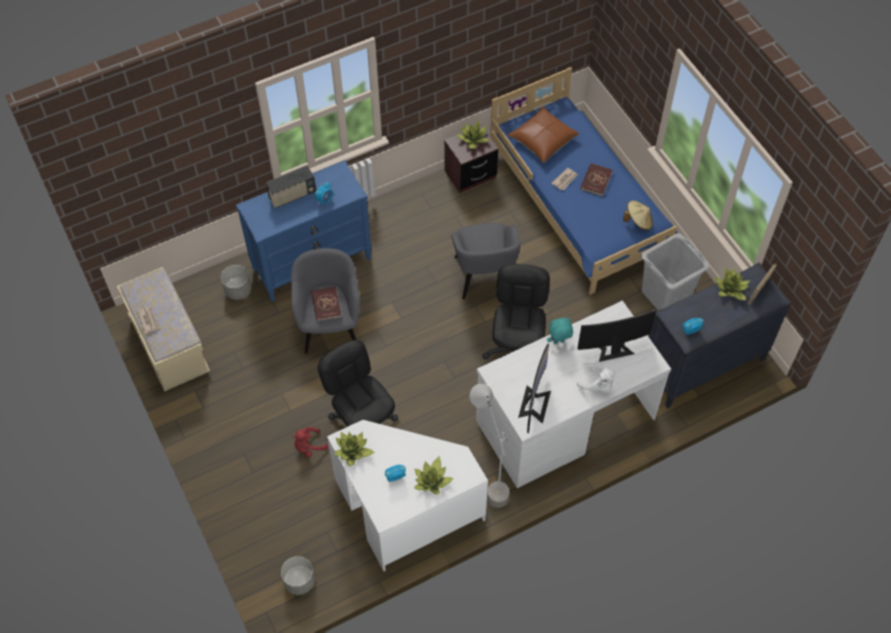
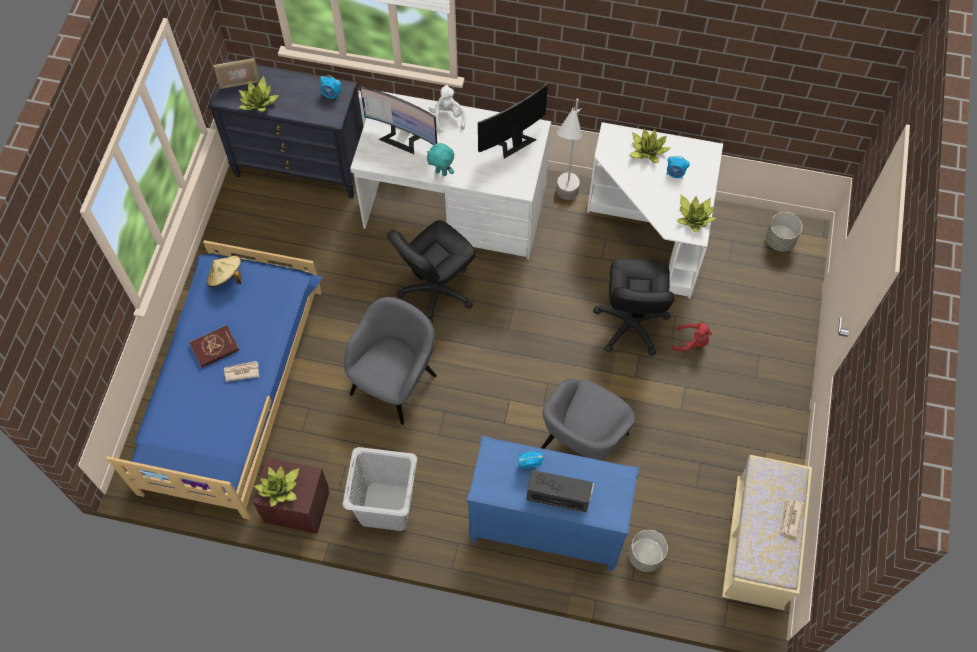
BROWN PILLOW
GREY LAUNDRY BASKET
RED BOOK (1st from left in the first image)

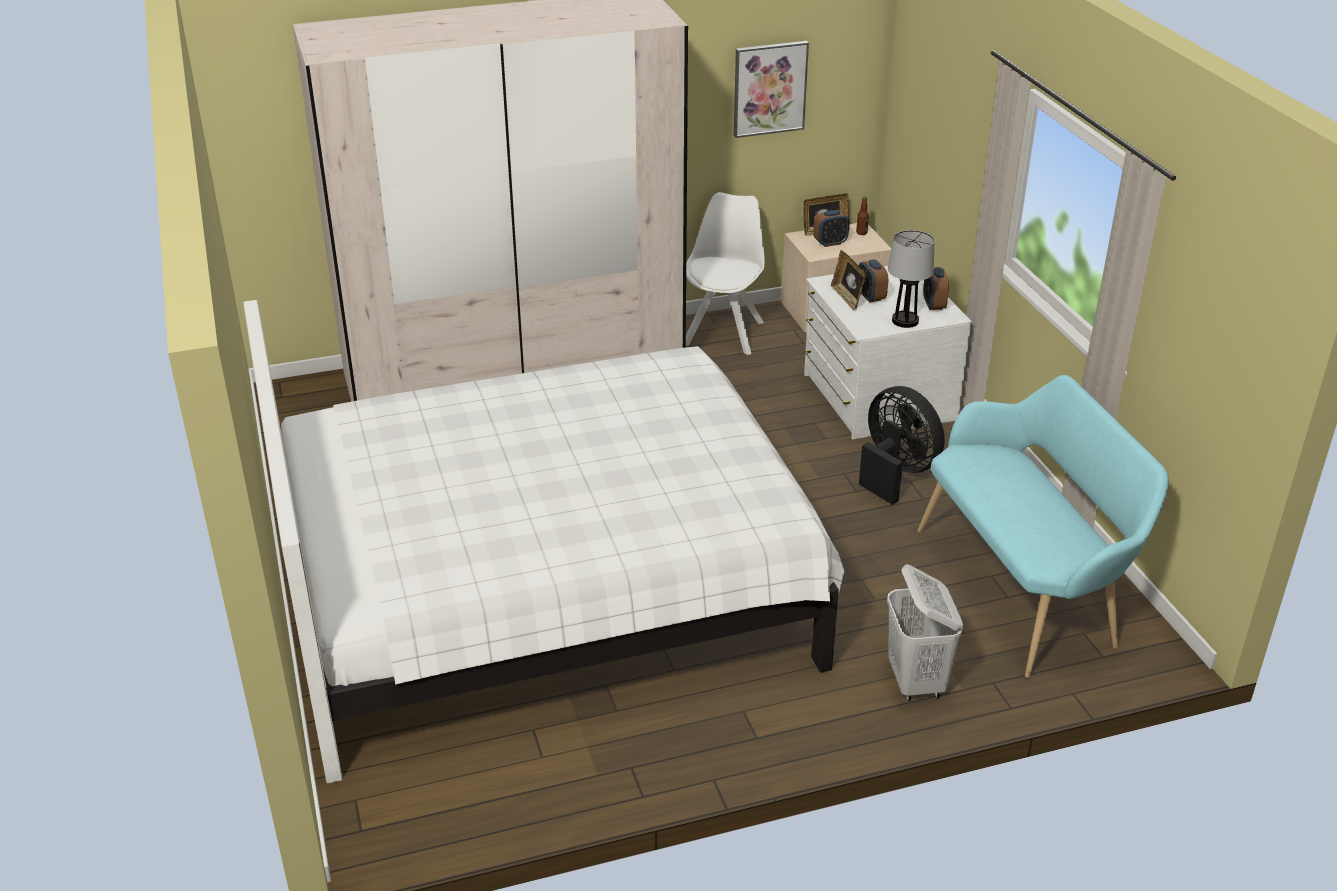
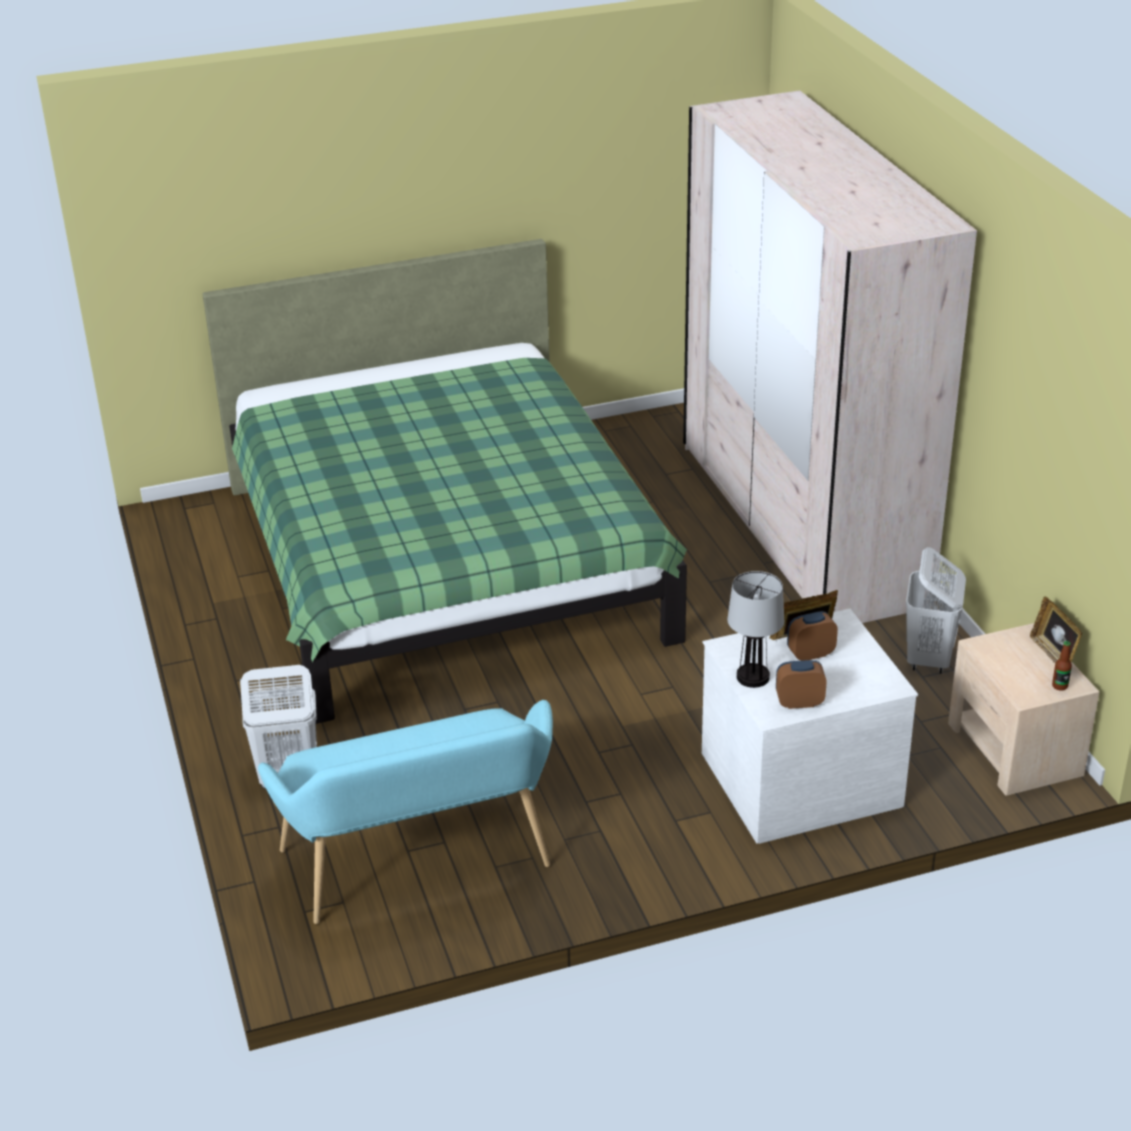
PICTURE
WHITE LAUNDRY BASKET (2nd from left)
ALARM CLOCK (1st from left in the first image)
GREEN BED
BLACK FAN

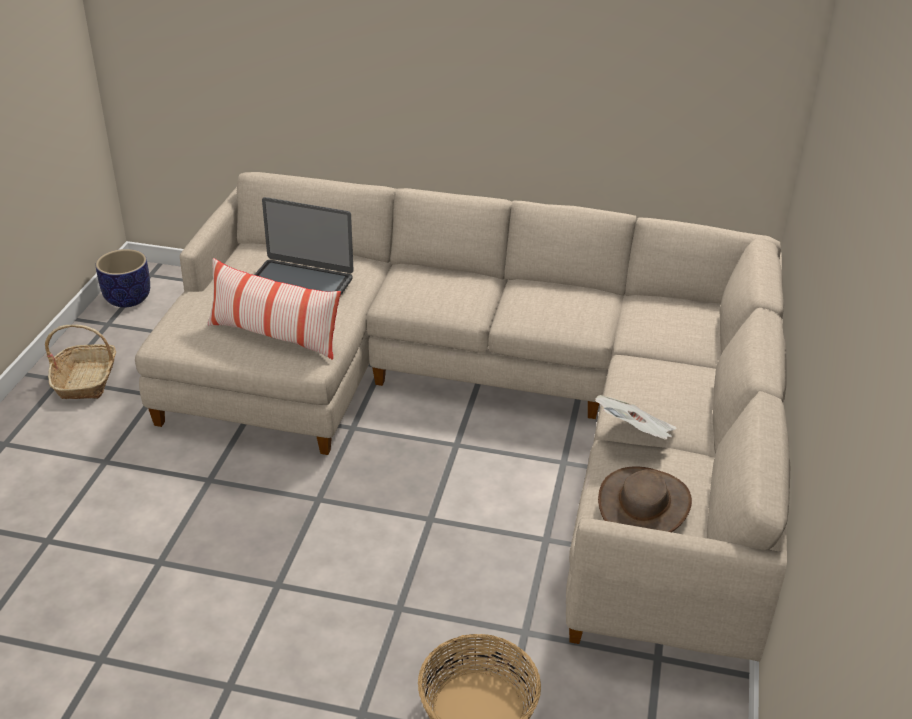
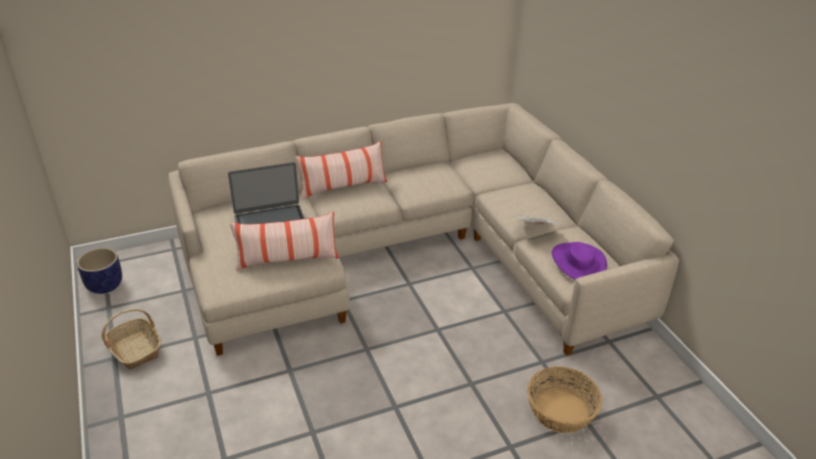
PURPLE HAT
PILLOW (2nd from left)

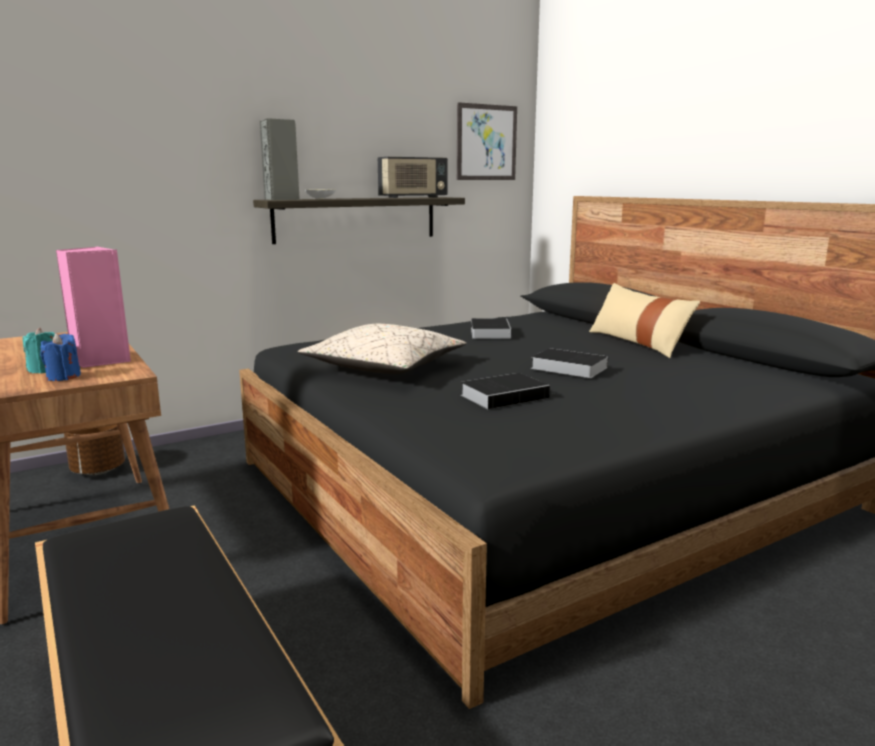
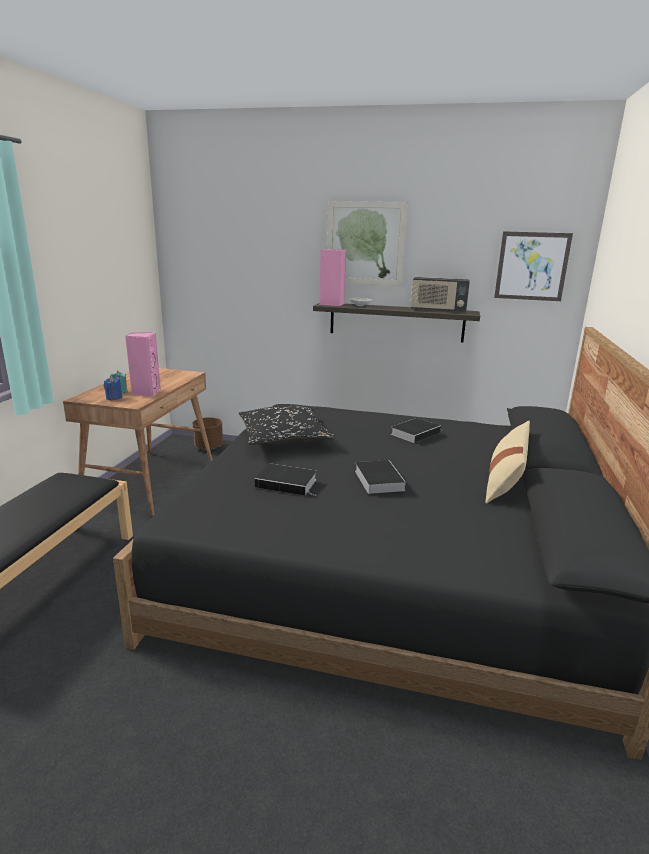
PINK SPEAKER (2nd from left)
BLACK PILLOW
PICTURE (1st from left)

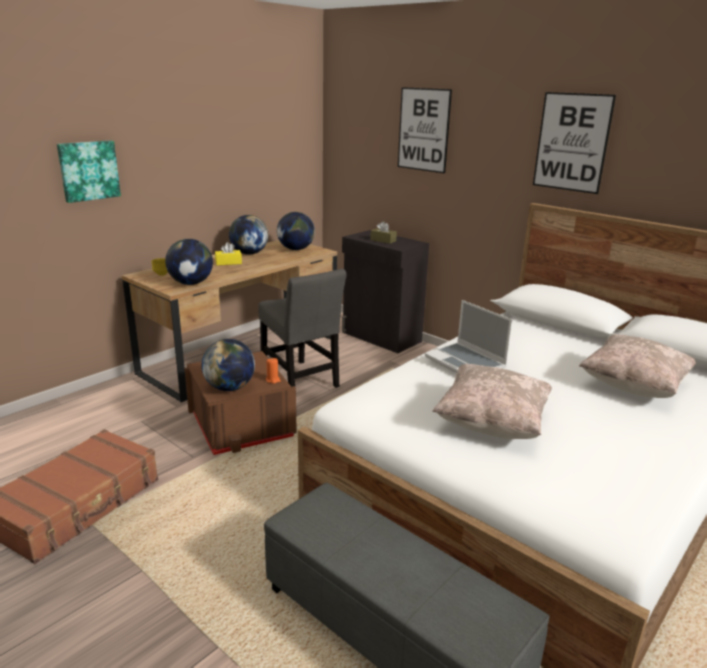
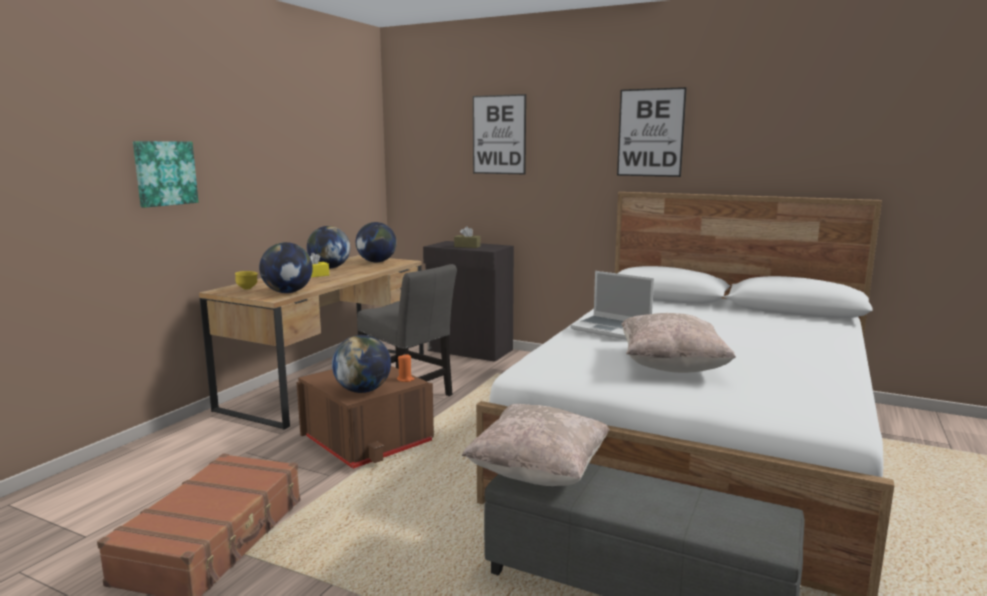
BEIGE PILLOW (1st from left)

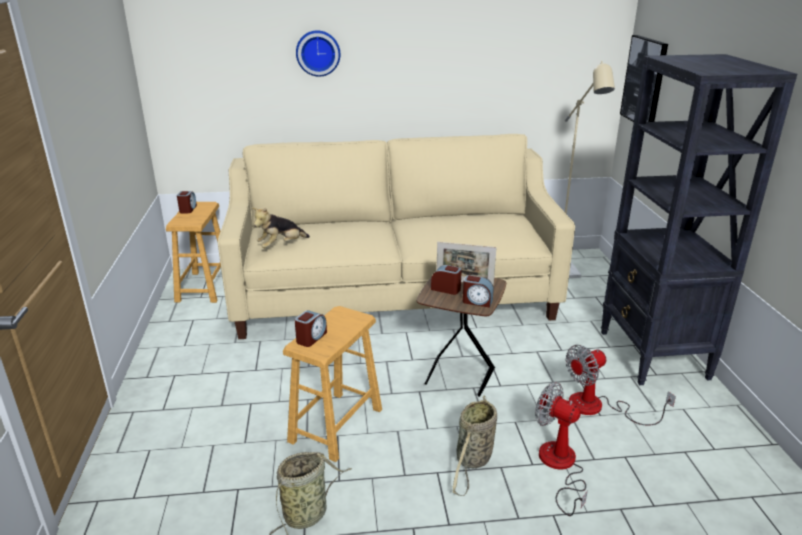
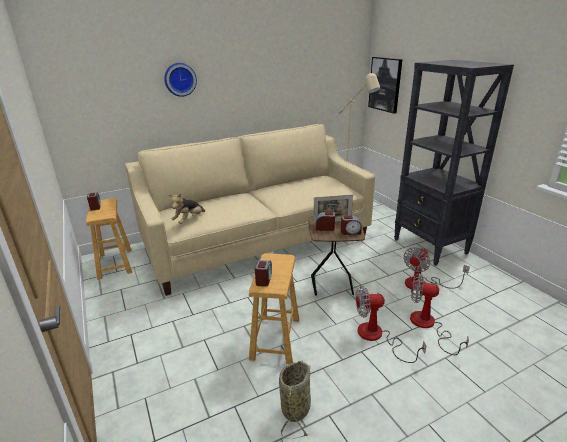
FAN (1st from left)

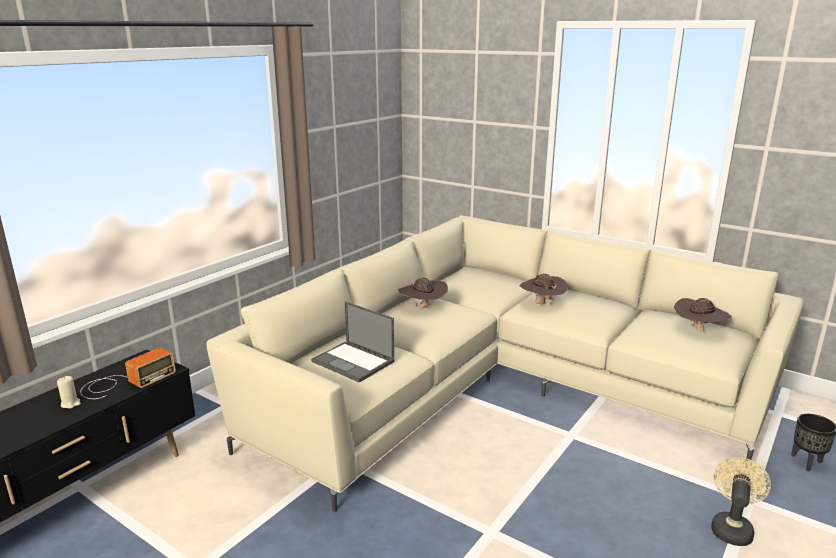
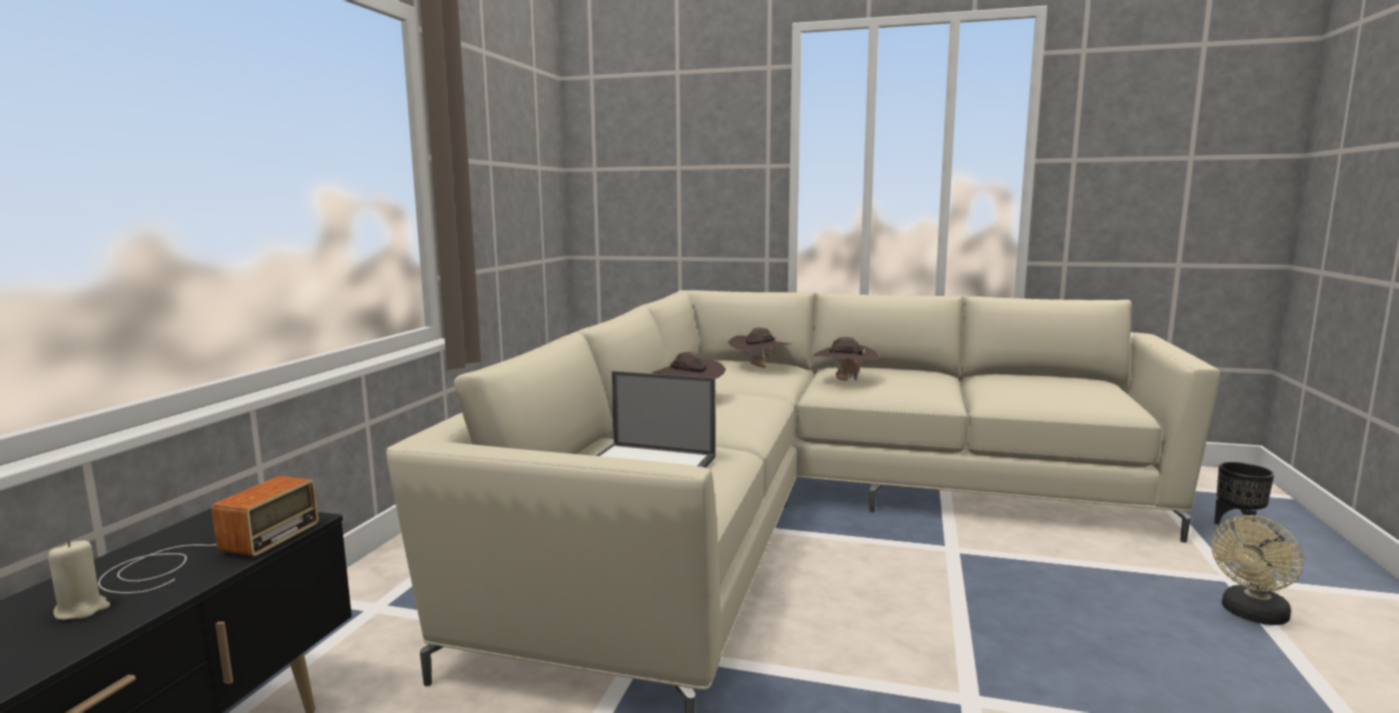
BROWN HAT (2nd from left)
BEIGE FAN

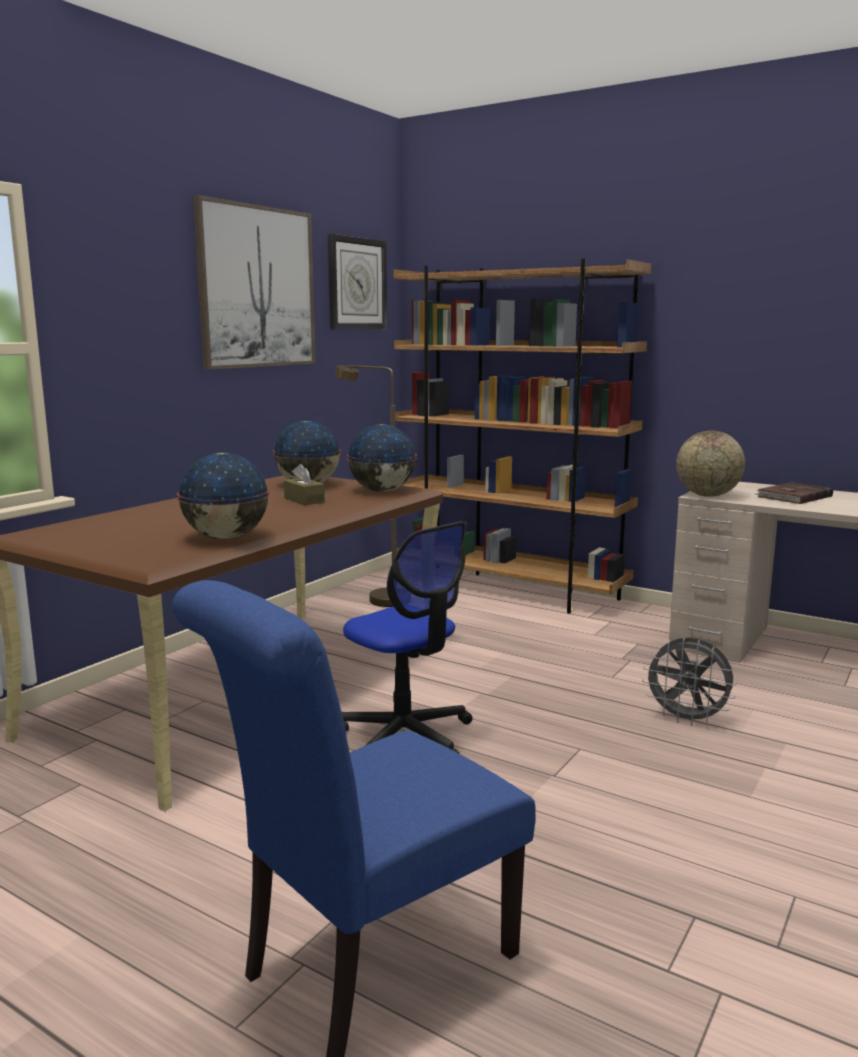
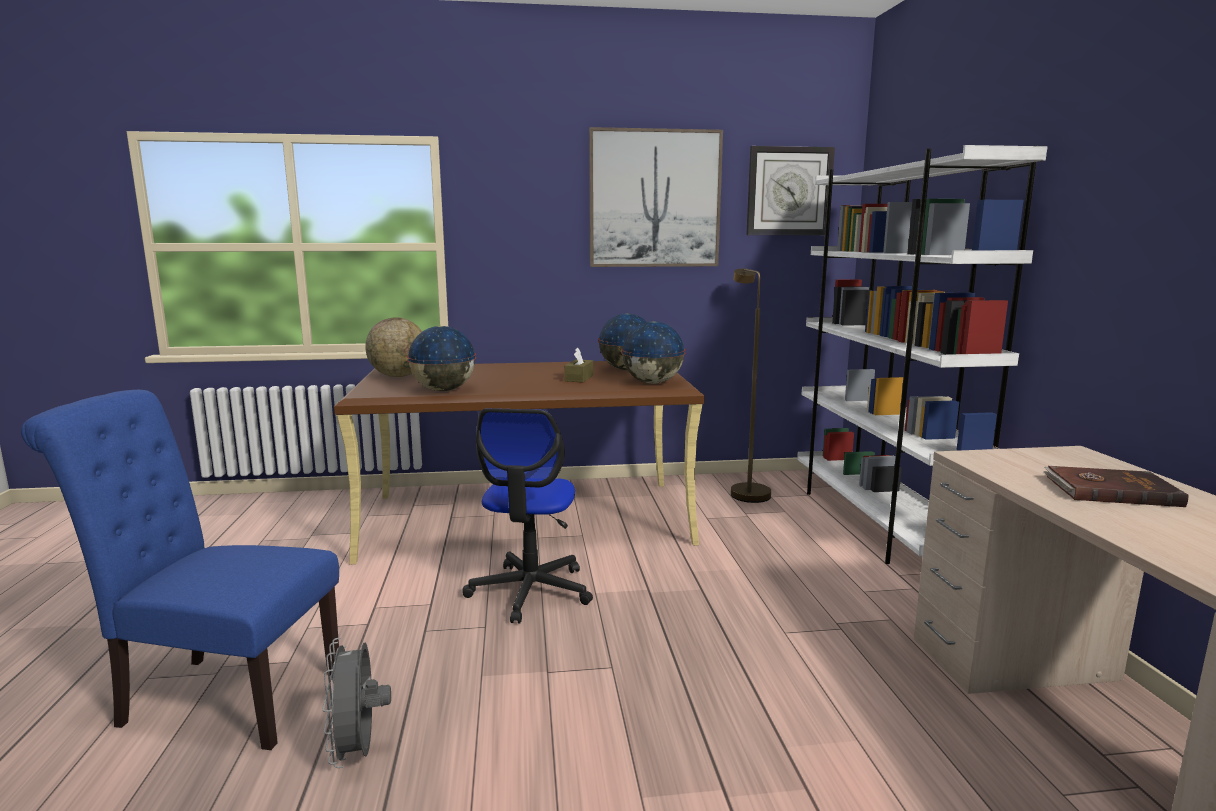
WHITE BOOKCASE
GLOBE (1st from left)
GREY FAN

